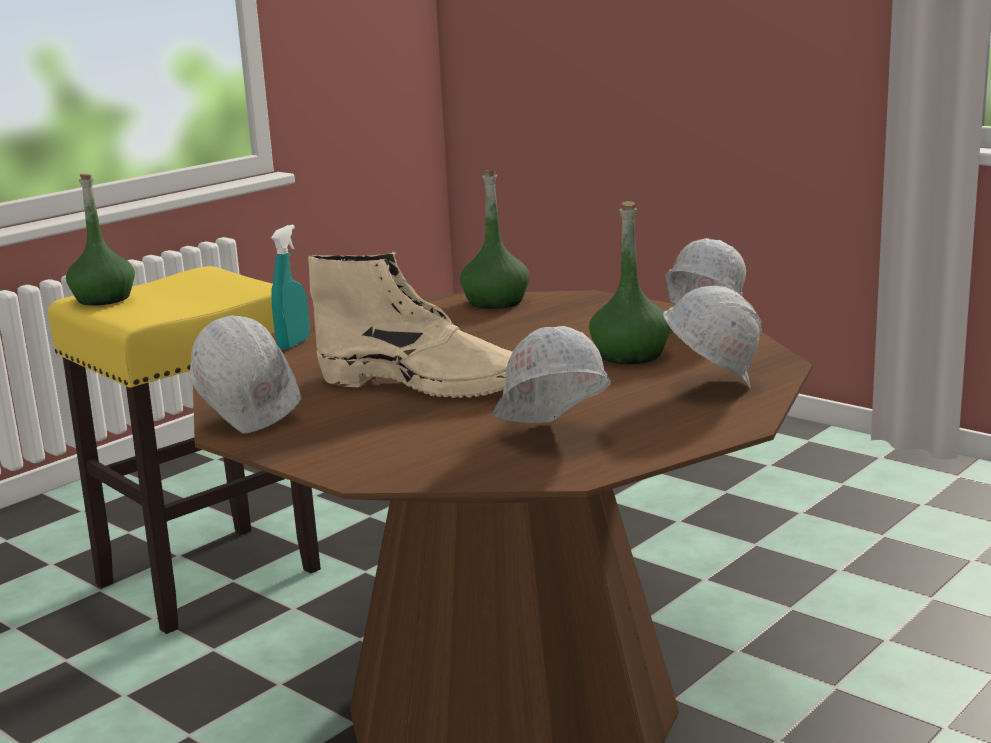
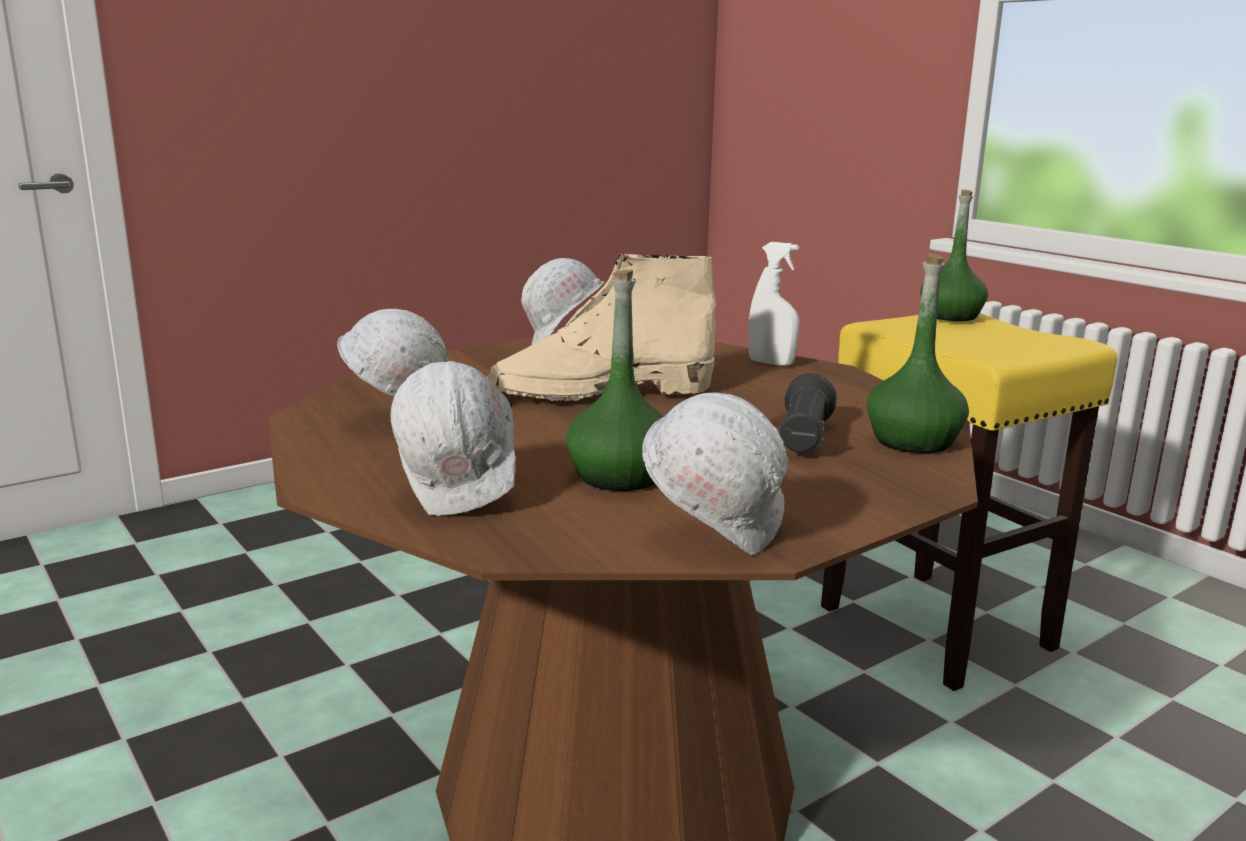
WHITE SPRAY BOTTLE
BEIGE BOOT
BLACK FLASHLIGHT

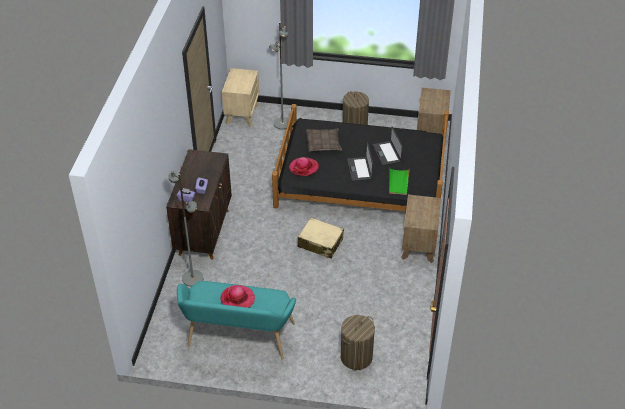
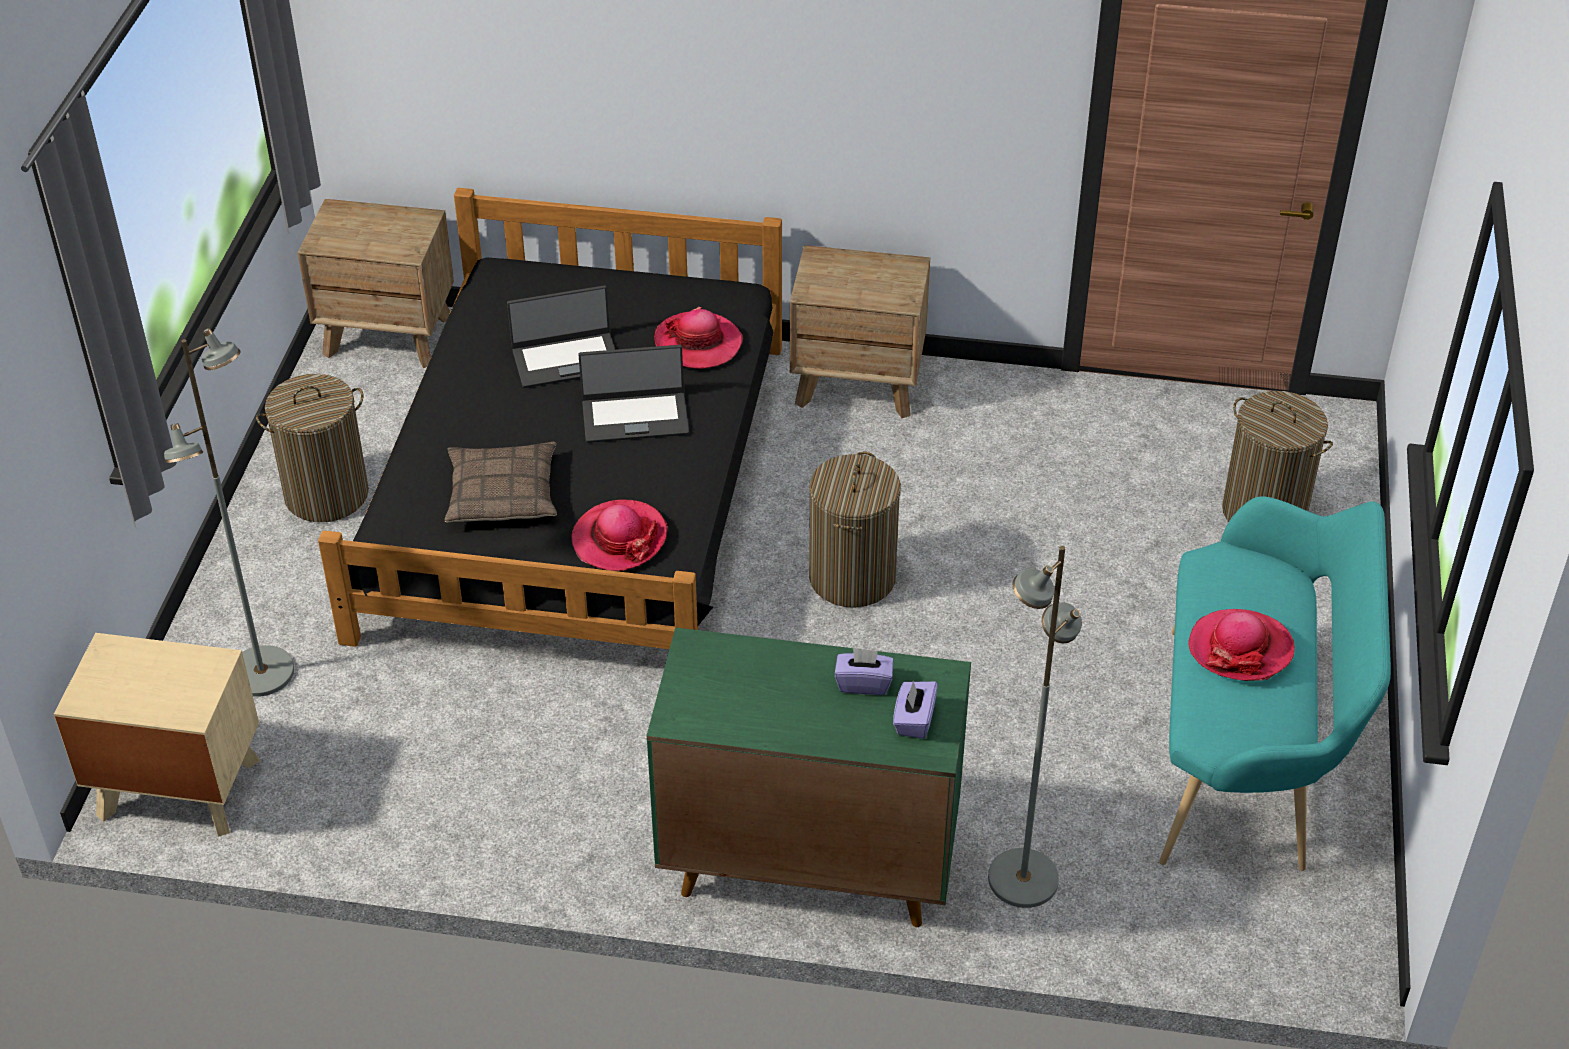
GREEN CABINET
HAT (2nd from left)
LAUNDRY BASKET (2nd from left)

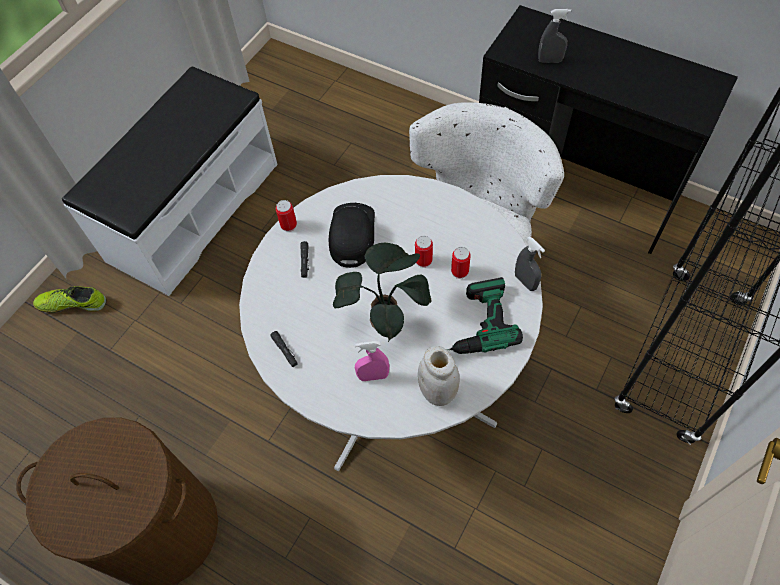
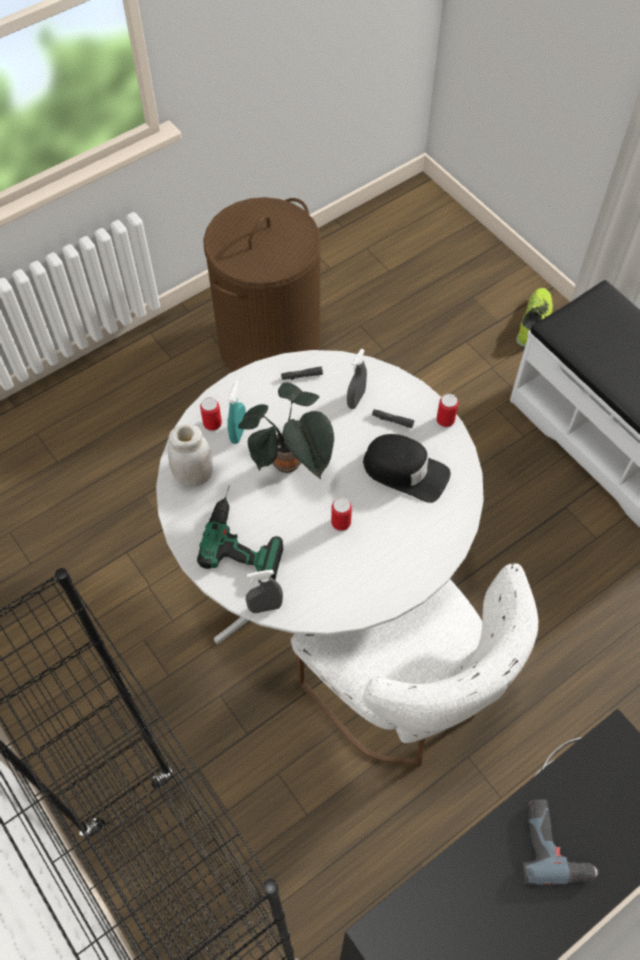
GREY SPRAY BOTTLE (2nd from left)
CAN (1st from left)
TURQUOISE SPRAY BOTTLE
POWER DRILL (2nd from left)

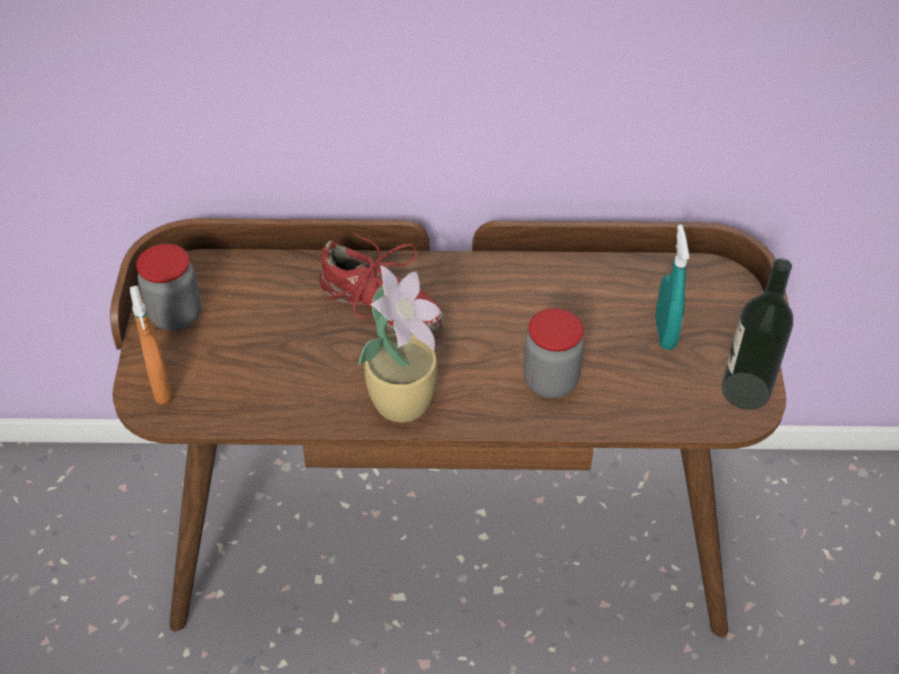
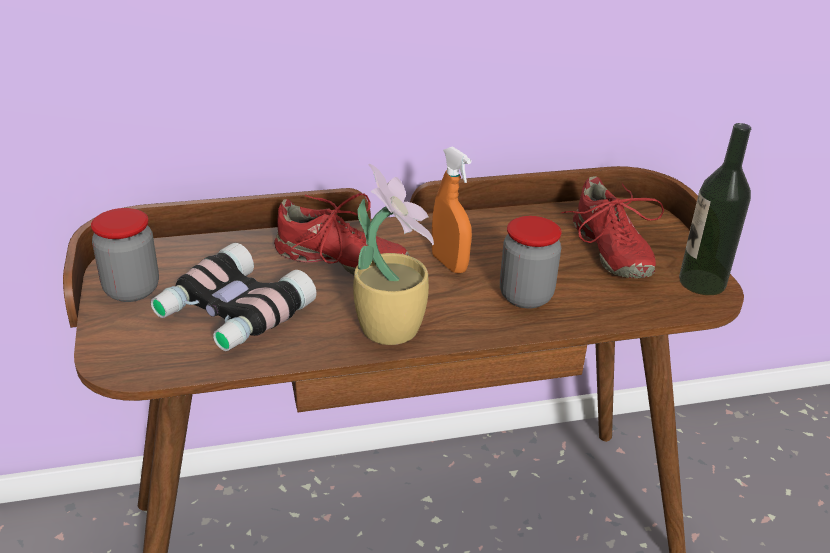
RED SHOE (2nd from left)
ORANGE SPRAY BOTTLE
BINOCULARS

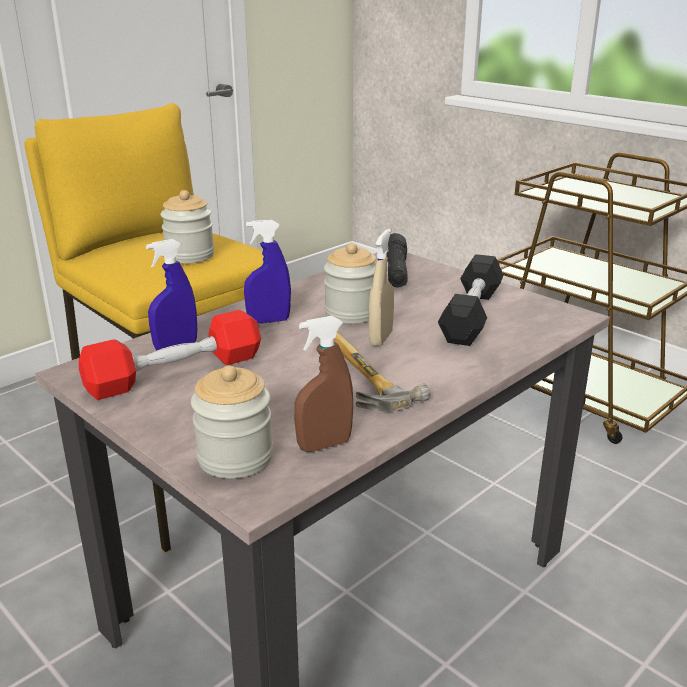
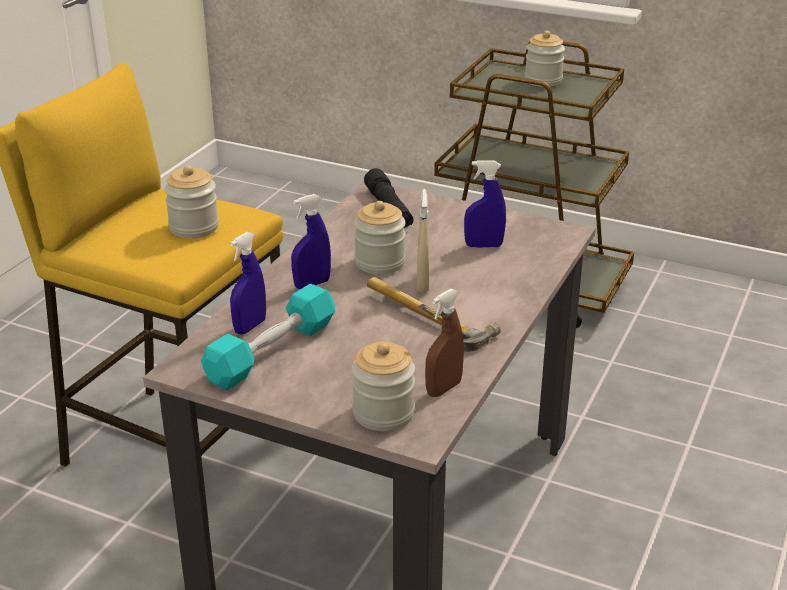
BLUE SPRAY BOTTLE (3rd from left)
TURQUOISE DUMBBELL
JAR (4th from left)

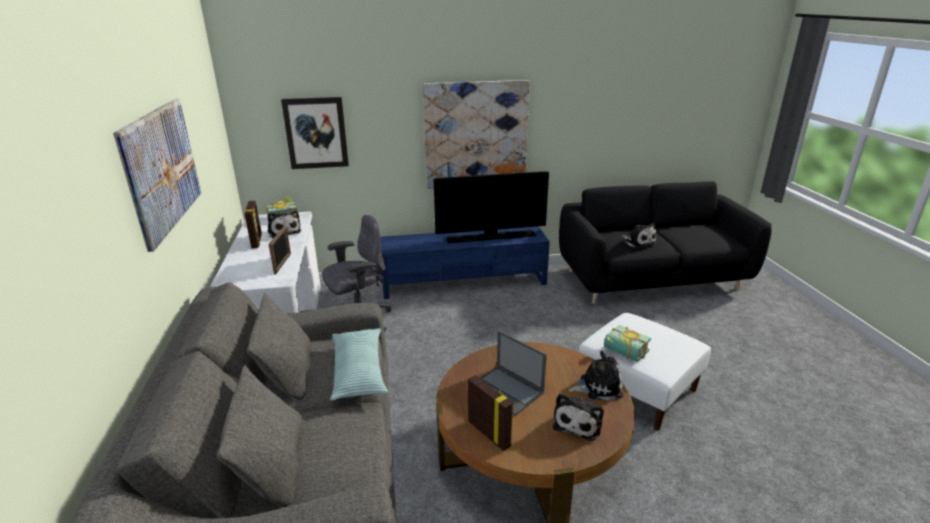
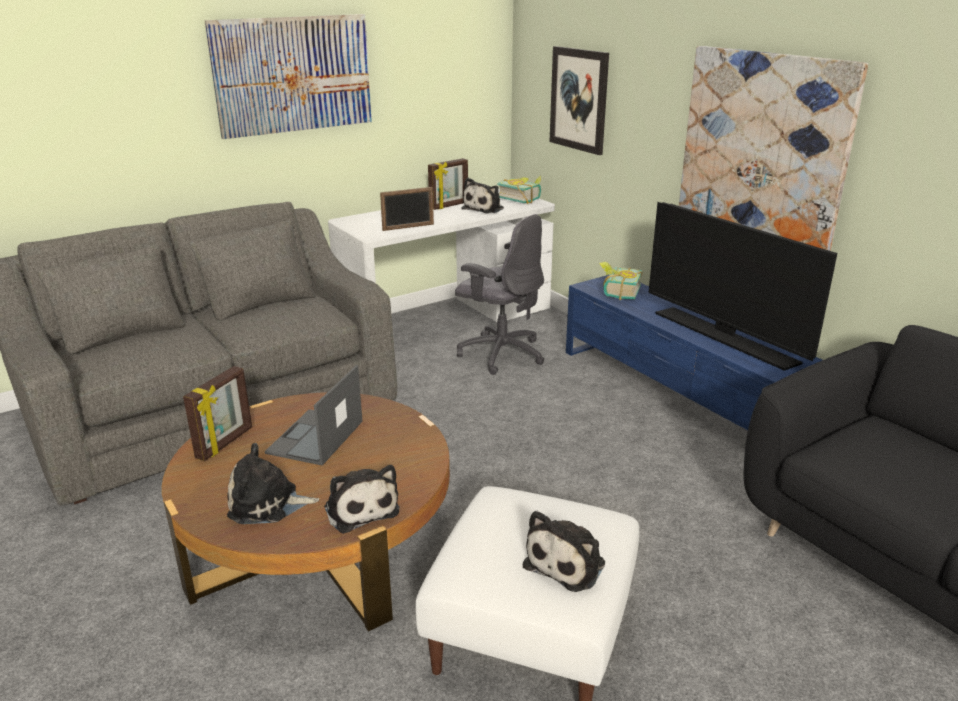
PLUSH TOY (4th from left)
BOOK (2nd from left)
PILLOW

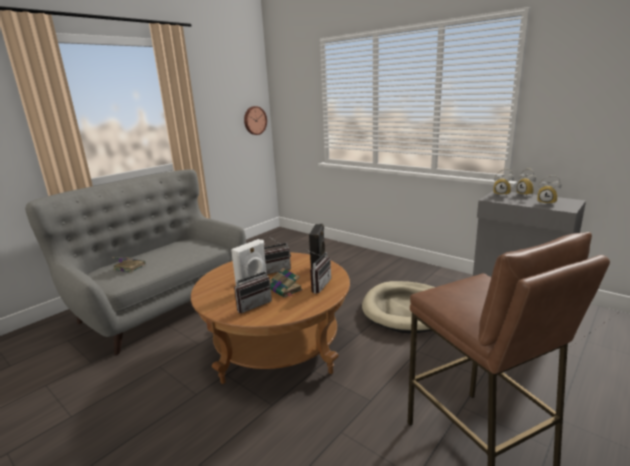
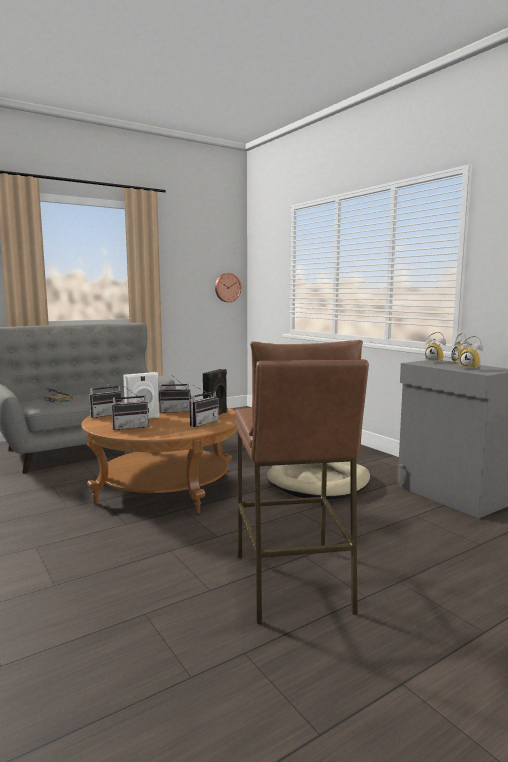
BOOK (2nd from left in the first image)
RADIO (1st from left)

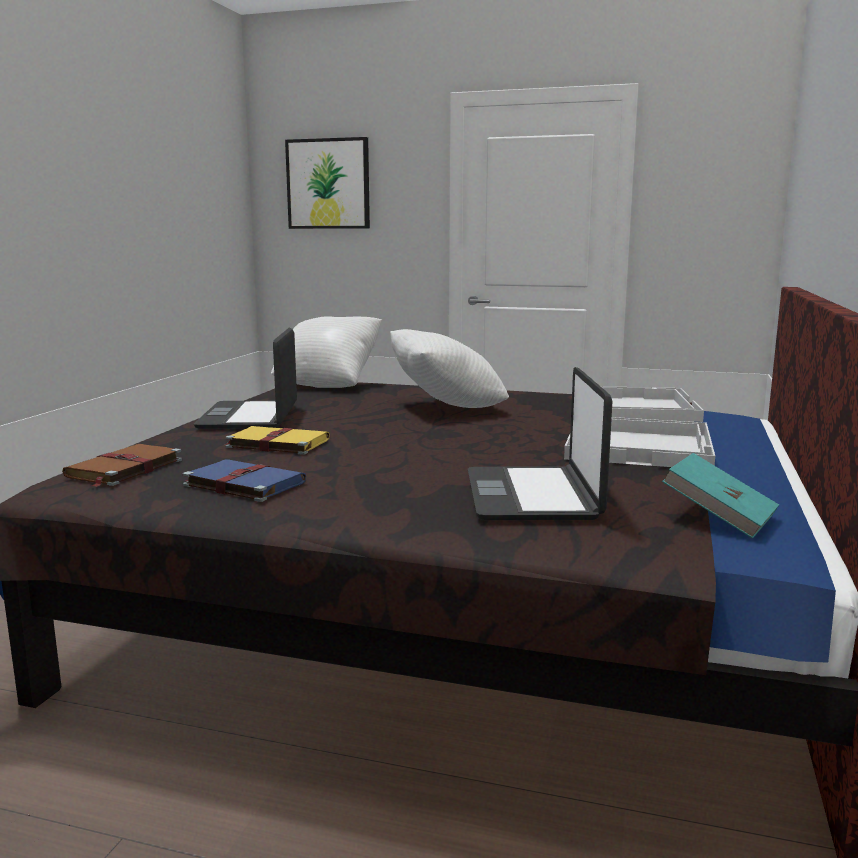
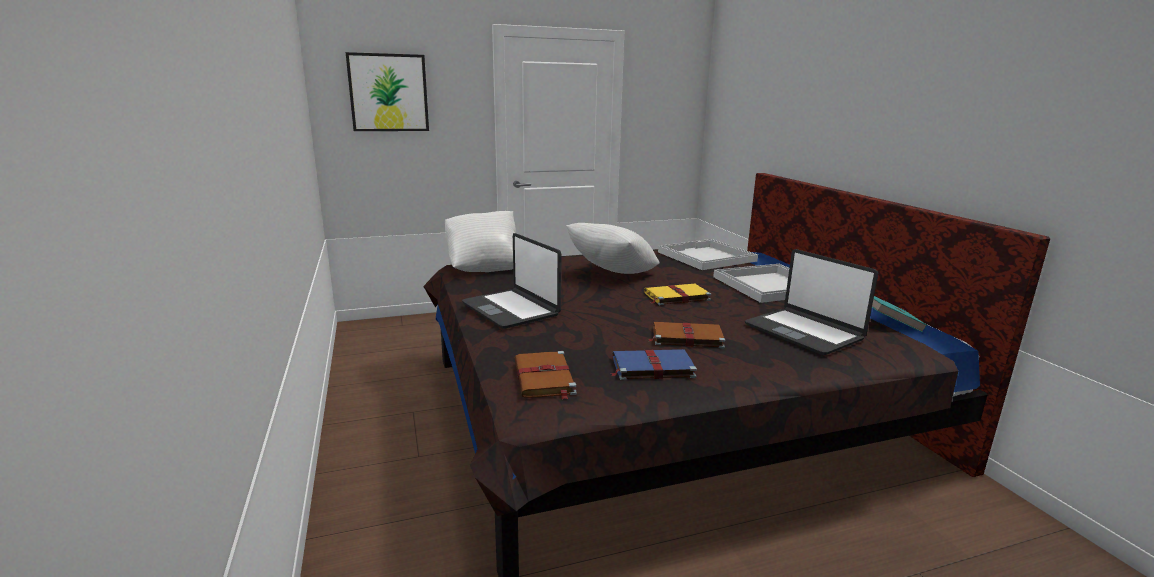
YELLOW BOOK
BROWN BOOK (2nd from left)

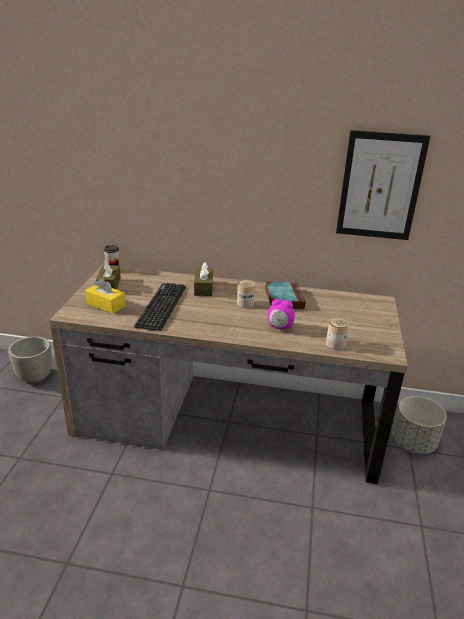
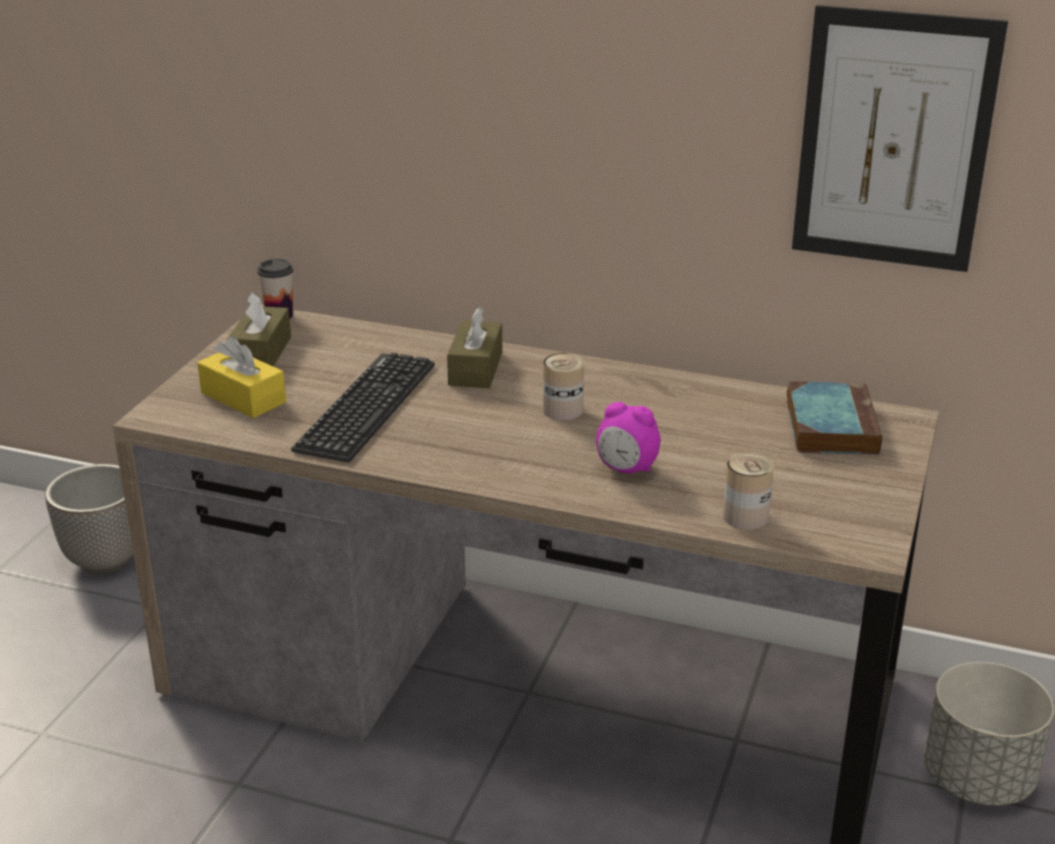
BOOK

